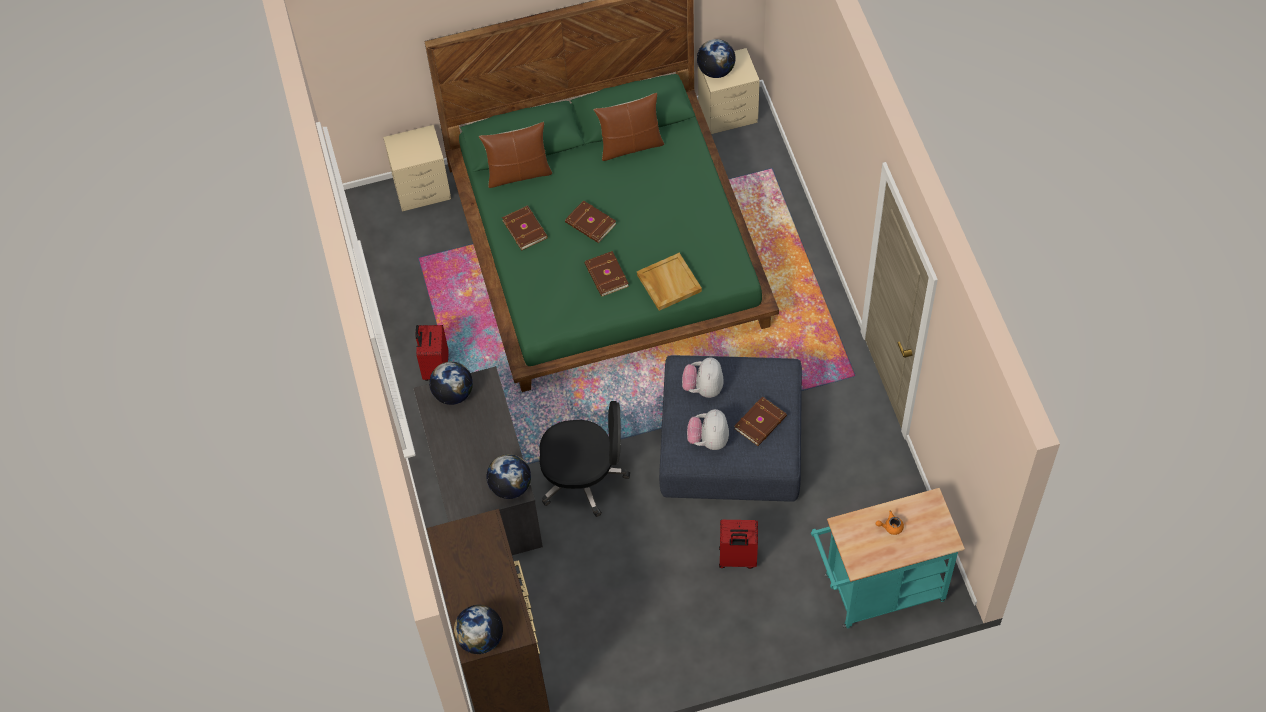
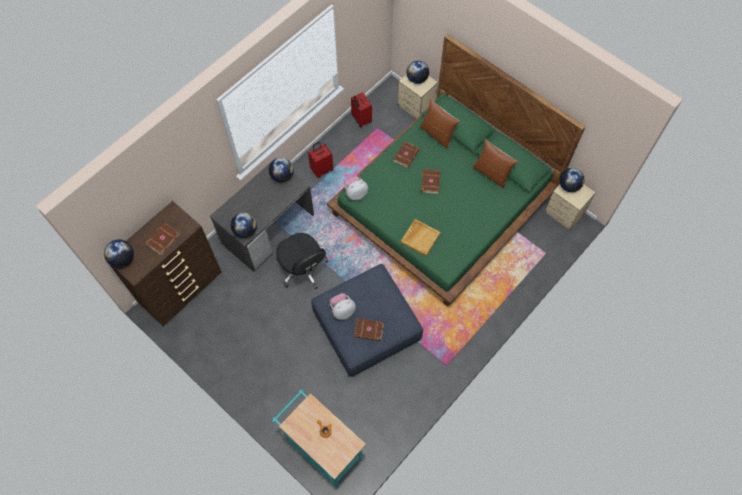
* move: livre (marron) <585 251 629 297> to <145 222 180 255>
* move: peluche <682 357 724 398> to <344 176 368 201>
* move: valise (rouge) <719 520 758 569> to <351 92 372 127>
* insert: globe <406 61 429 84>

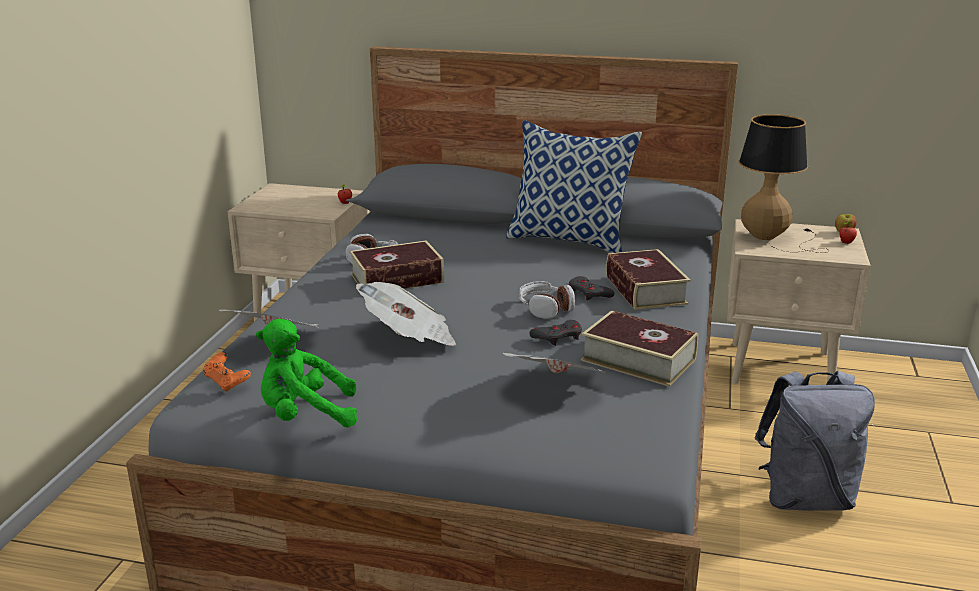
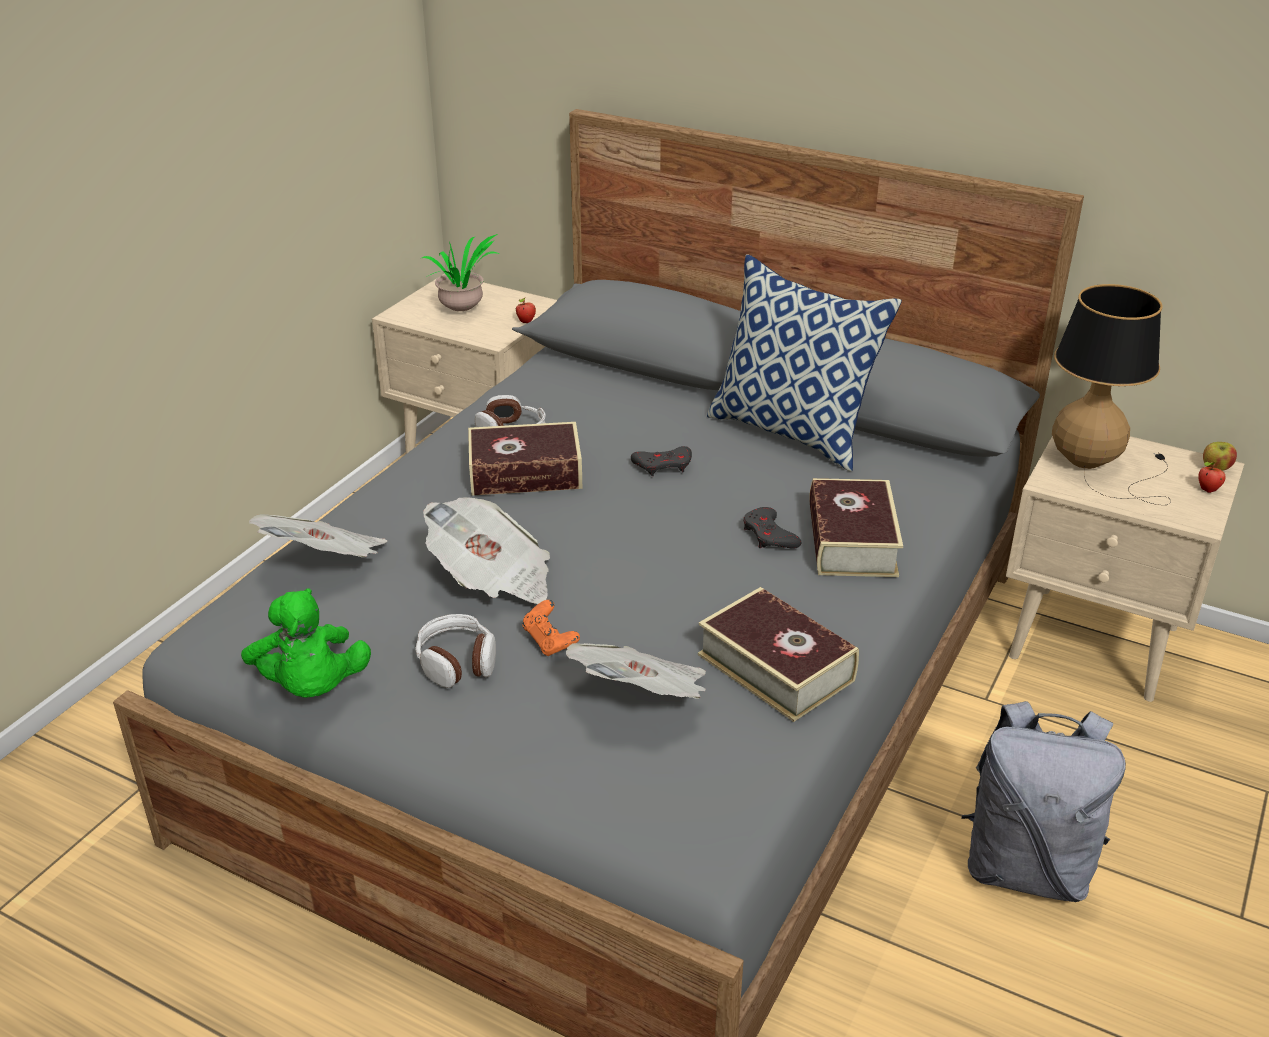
* rotate: peluche (vert) <256 319 357 427> = <241 588 371 698> 120 degrees counterclockwise
* move: casque audio <519 281 575 319> to <415 614 496 688>
* insert: plante en pot <422 234 500 311>
* move: manette (orange) <203 352 251 392> to <522 600 580 656>
* move: manette (gris) <530 320 582 346> to <631 446 692 476>

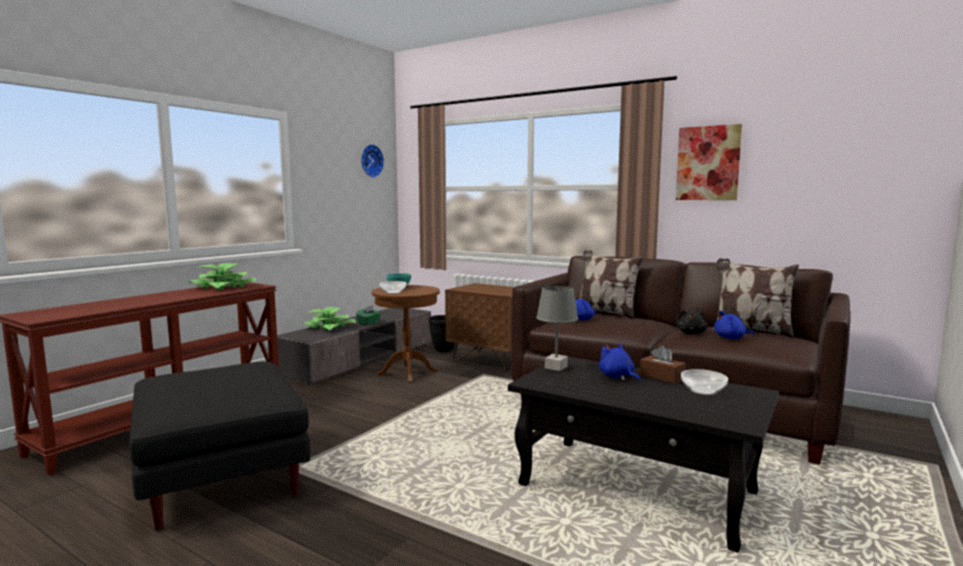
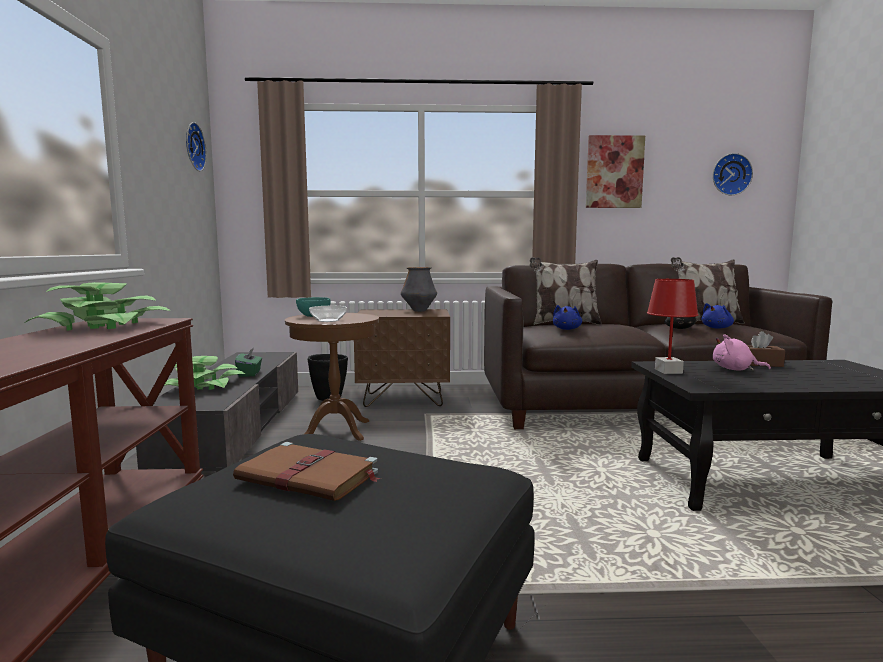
* insert: livre (marron) <233 442 381 501>
* insert: vase <401 267 437 312>
* recolor: lampe de table (gris) <536 286 578 371> to lampe de table (rouge) <647 279 699 374>
* insert: horloge murale <713 153 753 195>
* recolor: peluche (bleu) <599 343 641 382> to peluche (rose) <713 335 771 371>
* delete: bol <681 369 728 395>

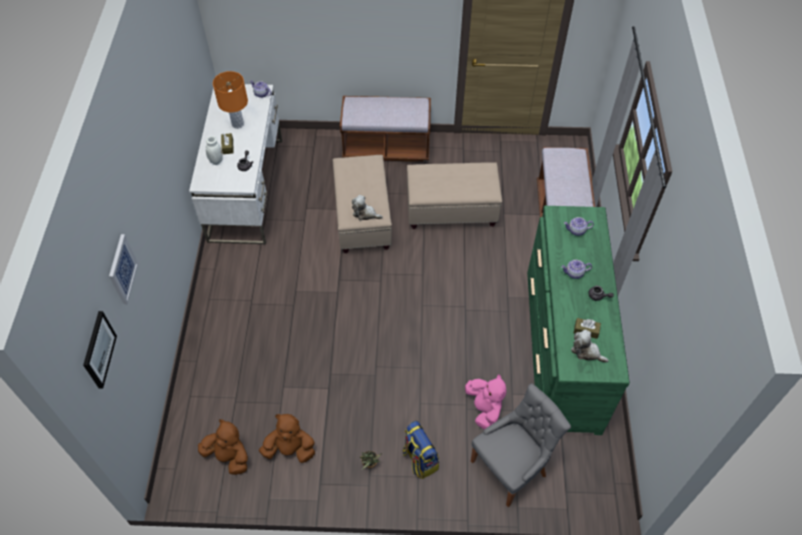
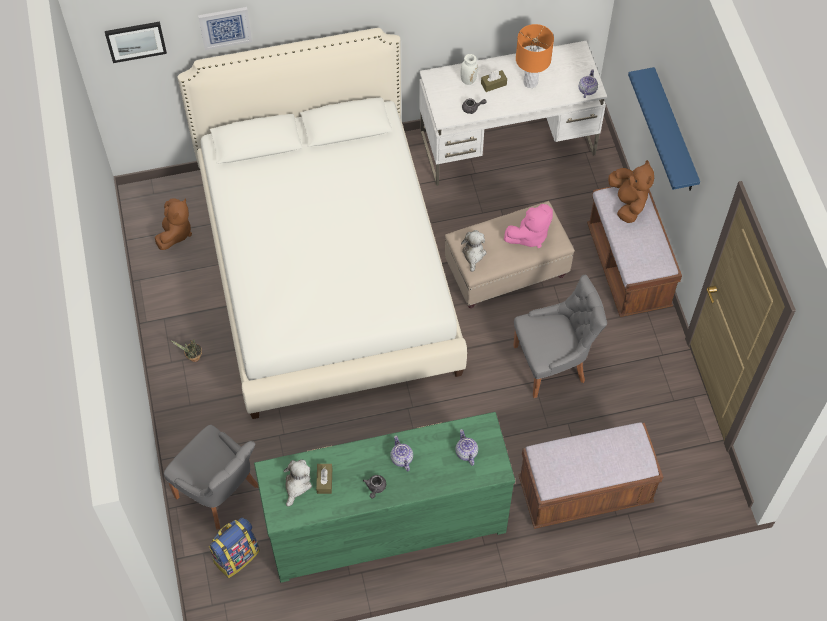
* insert: lit (blanc) <178 28 467 419>
* move: sac à dos <403 421 439 479> to <209 518 260 578>
* move: peluche (rose) <465 374 507 430> to <504 204 553 248>
* replace: pouf (beige) <407 162 502 229> to chaise (gris) <513 274 607 398>
* move: peluche (marron) <259 414 315 463> to <608 160 654 223>
* insert: étagère (bleu) <628 67 700 191>

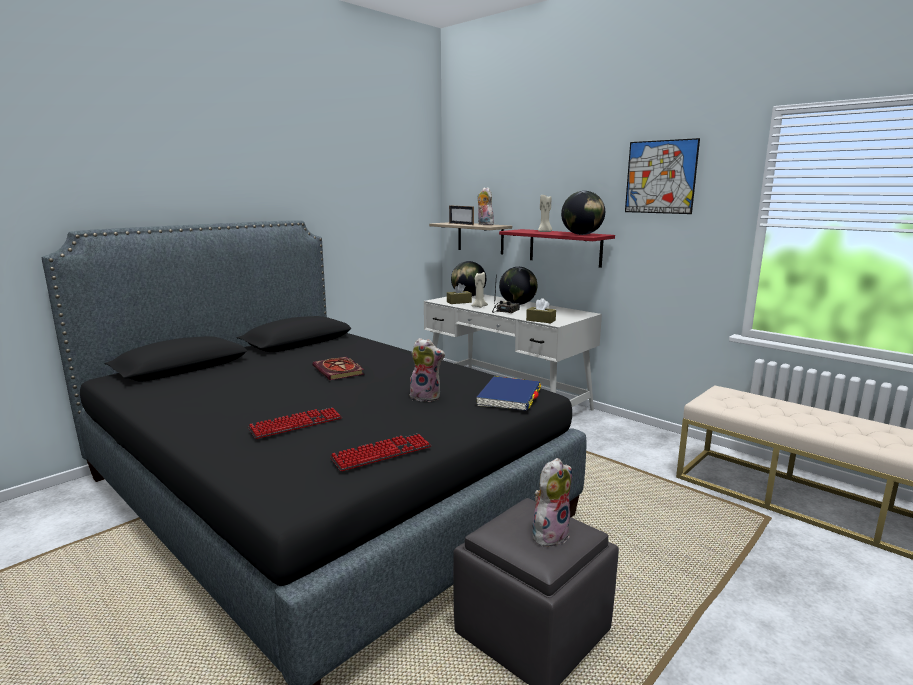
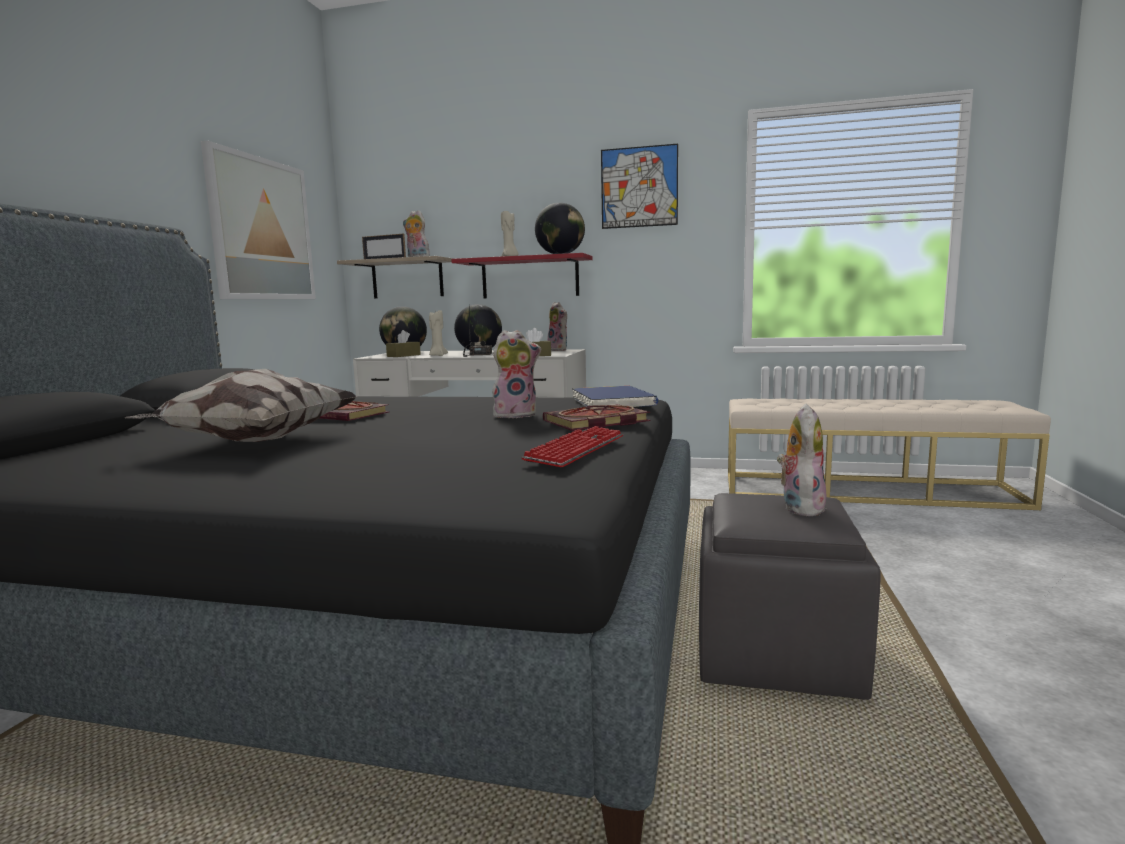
* insert: coussin <125 369 358 442>
* insert: tableau <201 140 316 299>
* insert: livre <543 404 650 431>
* insert: peluche <547 302 567 351>
* delete: clavier <248 408 342 439>

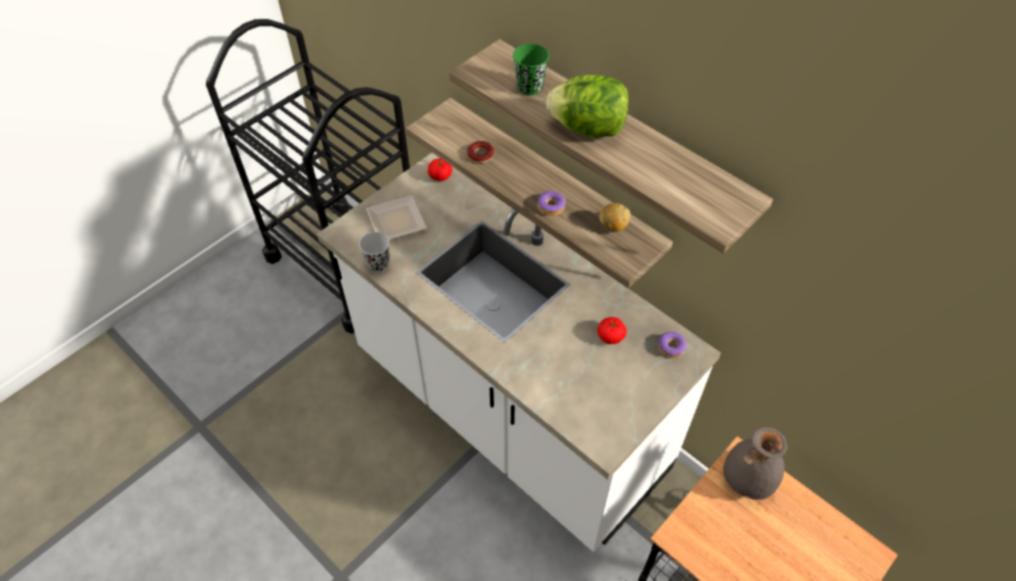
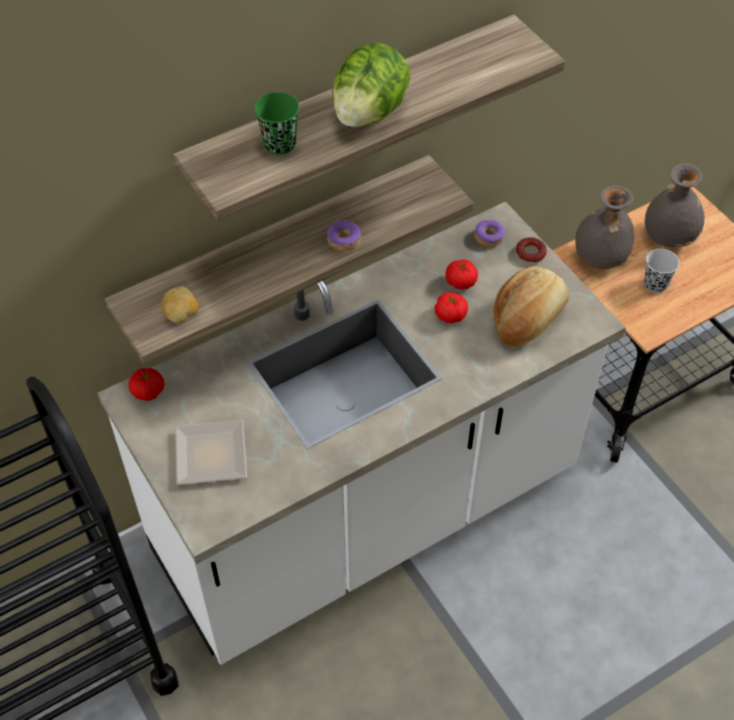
* move: pomme de terre <599 203 631 231> to <162 287 199 323>
* insert: tomate <434 293 468 323>
* insert: pain <493 266 569 347>
* move: beignet <467 141 494 163> to <516 237 547 263>
* move: tasse (noir) <359 232 389 272> to <644 249 679 293>
* insert: vase (gris) <645 163 704 247>

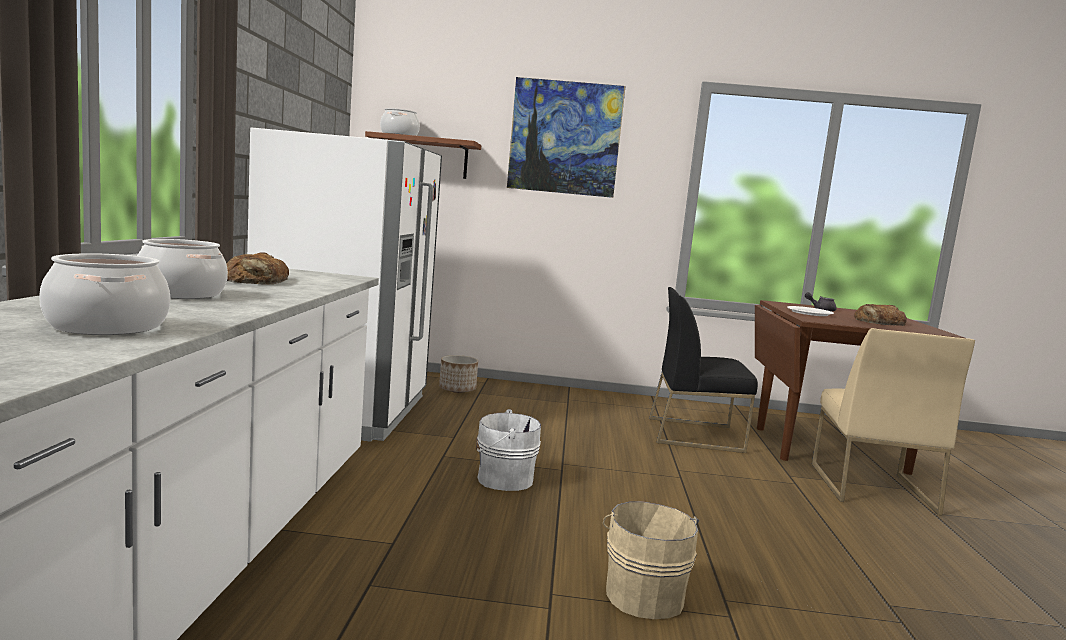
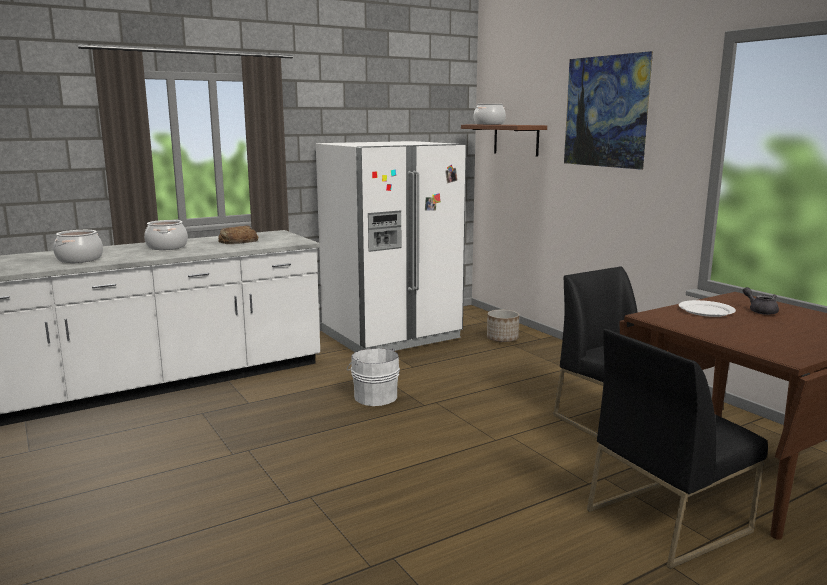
* recolor: chaise (beige) <812 328 975 516> to chaise (noir) <587 329 768 569>
* delete: seau (beige) <603 502 699 619>
* delete: pain <854 304 907 326>

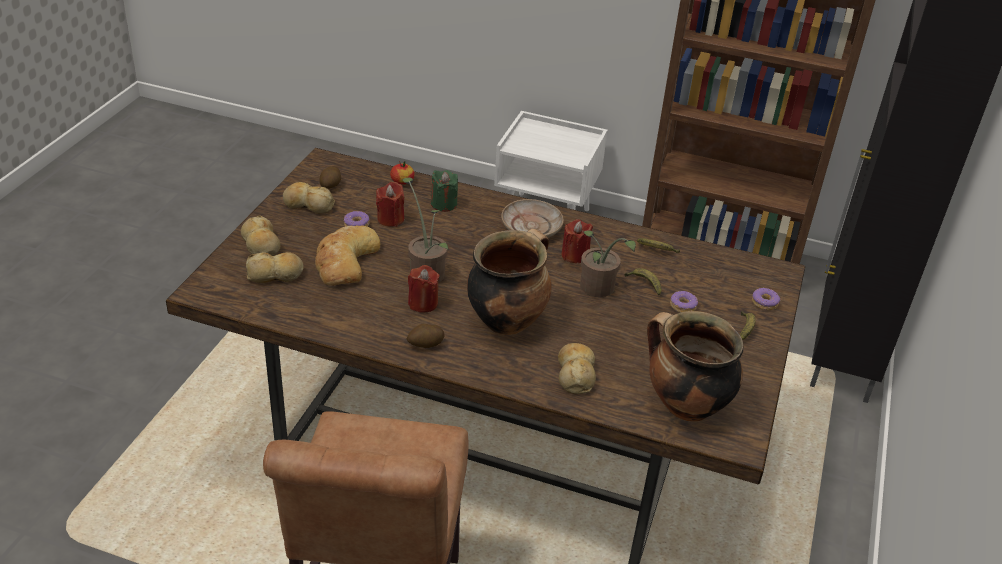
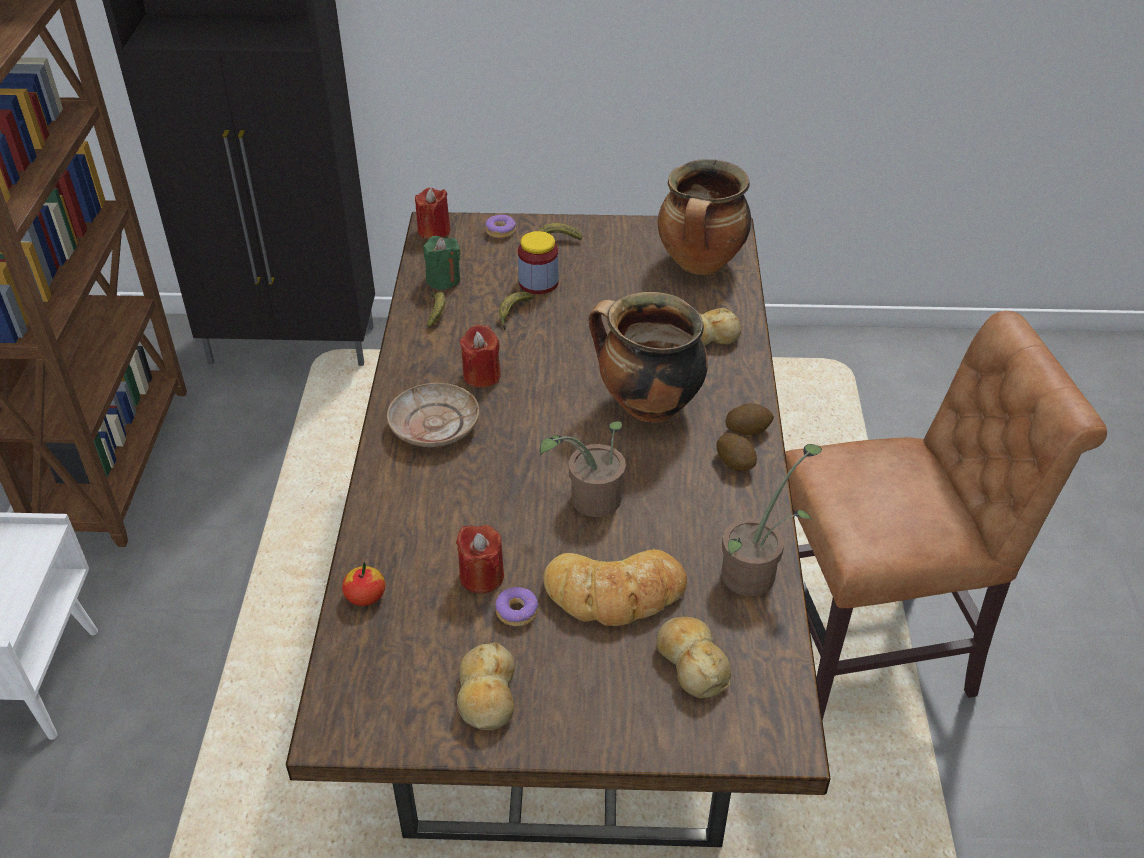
* move: bougie (rouge) <408 265 439 313> to <415 188 451 239>
* move: bougie (vert) <431 170 458 212> to <423 236 461 290>
* replace: beignet <670 291 698 313> to bocal <518 231 559 294>
* move: plante en pot <580 230 636 297> to <722 444 822 596>
* move: pomme de terre <320 166 341 189> to <725 403 774 435>
* delete: pain <241 215 280 256>

